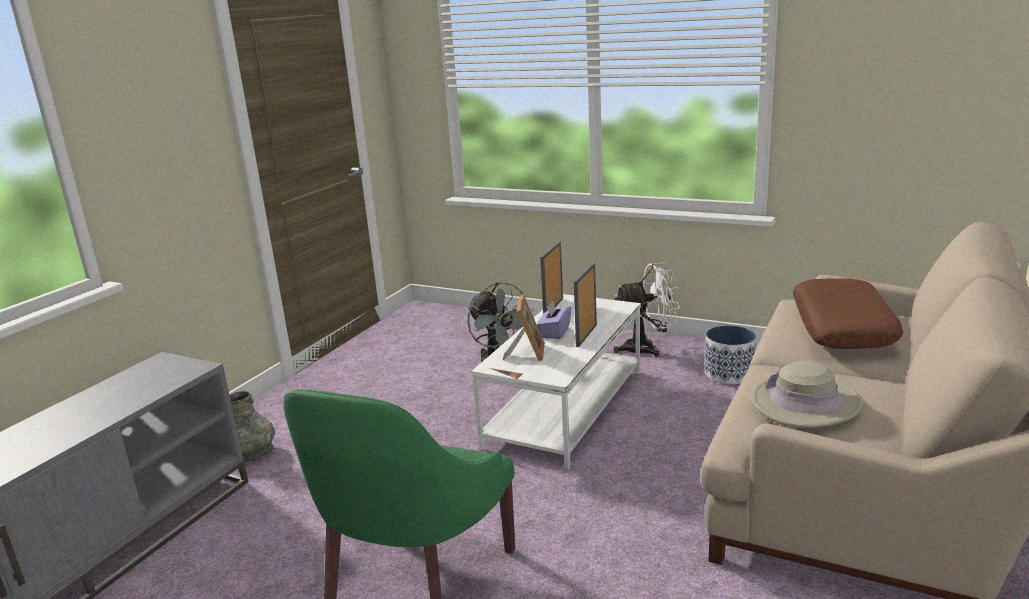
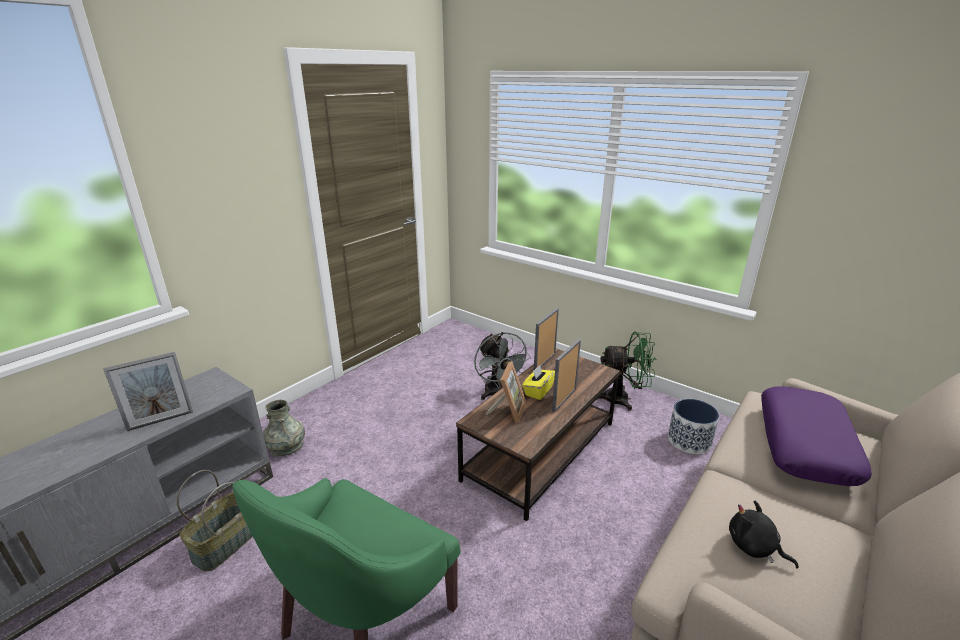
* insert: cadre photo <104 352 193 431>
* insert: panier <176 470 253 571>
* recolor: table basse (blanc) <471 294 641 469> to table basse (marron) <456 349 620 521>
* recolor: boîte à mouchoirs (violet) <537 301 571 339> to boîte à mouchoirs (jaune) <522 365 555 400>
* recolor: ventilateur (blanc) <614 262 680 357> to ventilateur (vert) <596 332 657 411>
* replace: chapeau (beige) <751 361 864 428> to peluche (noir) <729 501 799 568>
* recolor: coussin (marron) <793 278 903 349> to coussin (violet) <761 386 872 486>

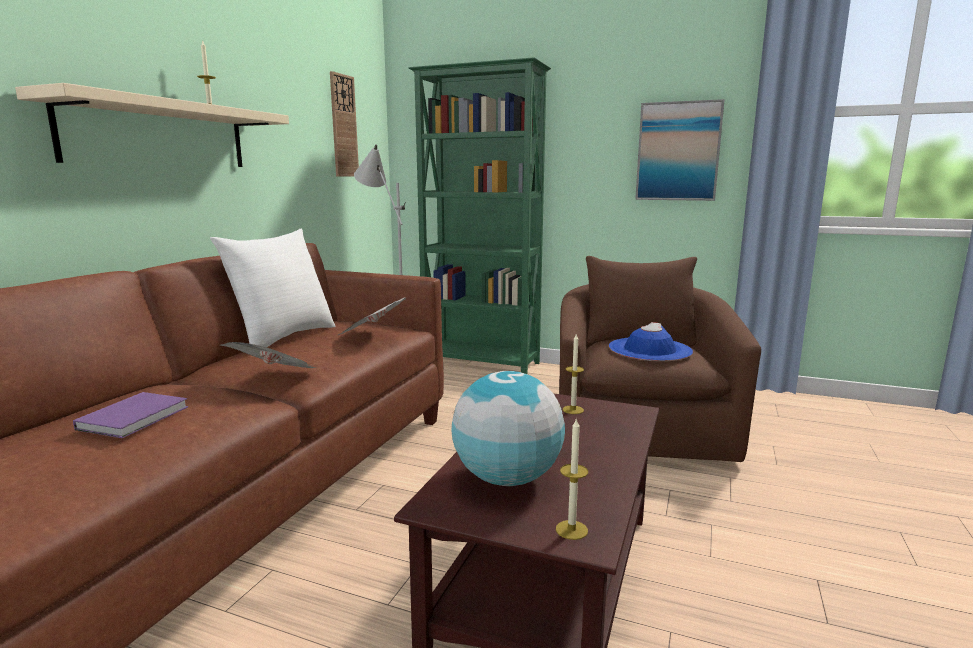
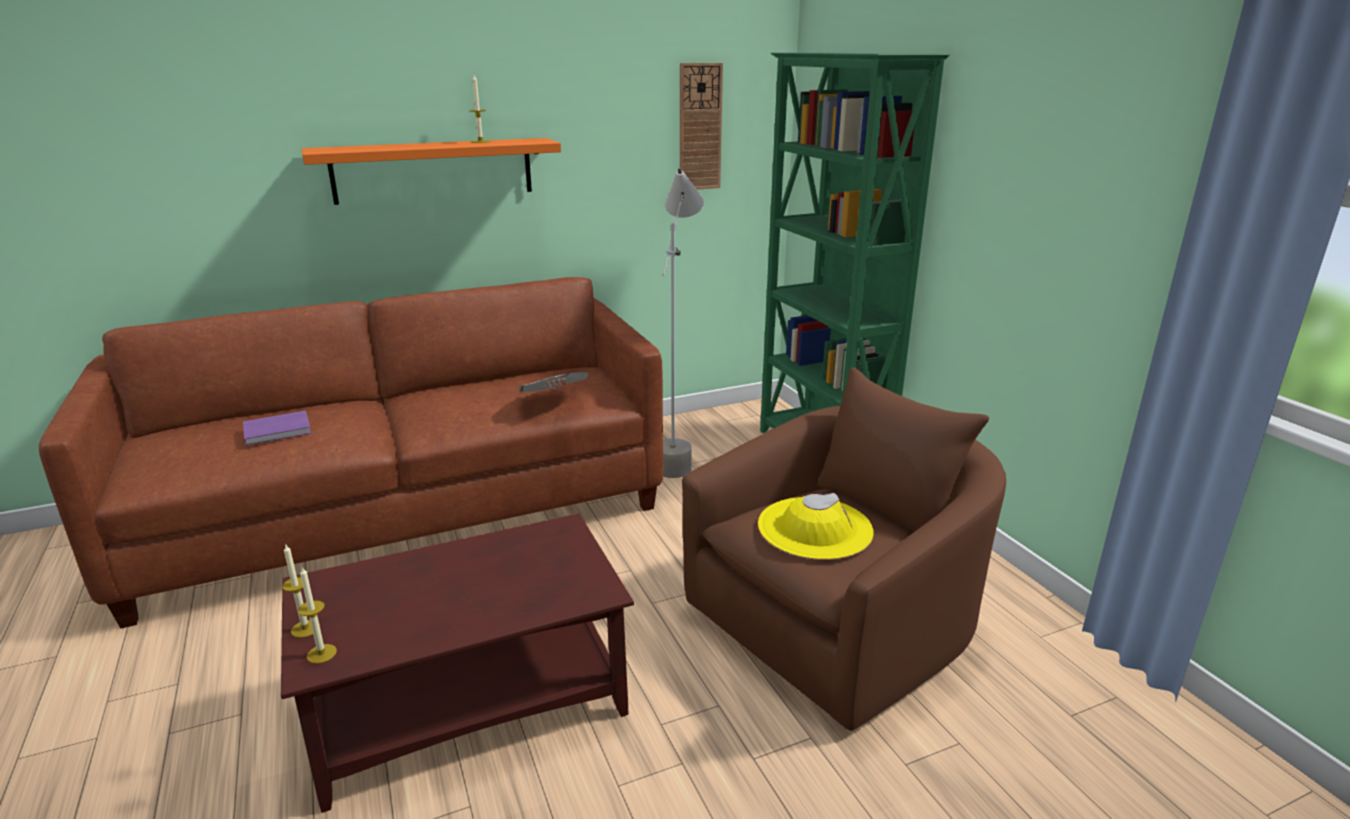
* move: bougie <563 334 584 414> to <282 545 320 638>
* recolor: étagère (beige) <15 83 289 167> to étagère (orange) <302 138 561 205>
* recolor: chapeau (bleu) <609 322 693 361> to chapeau (jaune) <758 493 874 560>
* delete: coussin (blanc) <210 229 336 347>
* delete: journal <220 342 317 368>
* delete: globe <451 371 565 486>
* delete: tableau <635 99 725 201>

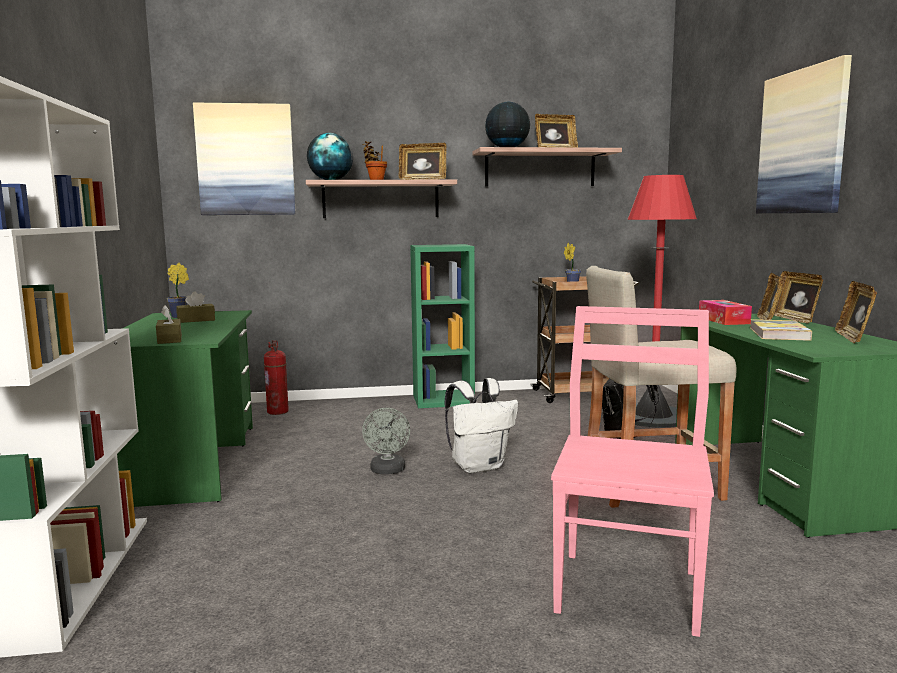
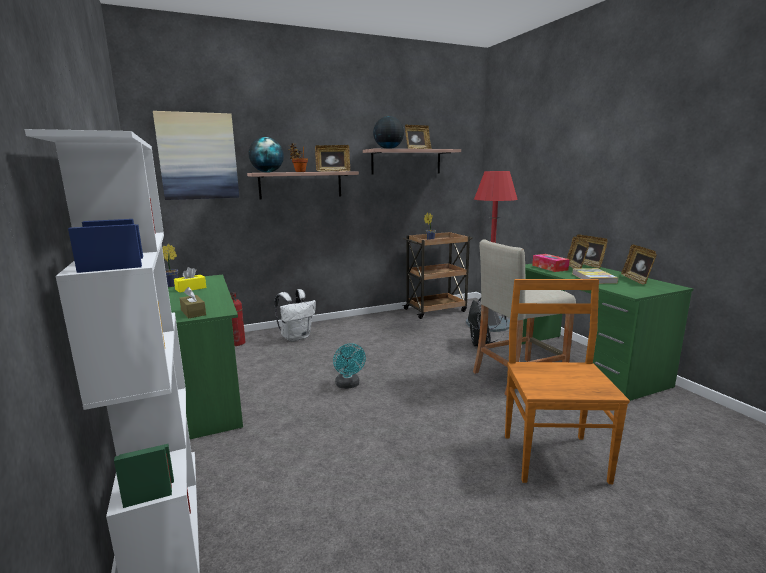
* recolor: boîte à mouchoirs (marron) <177 291 215 323> to boîte à mouchoirs (jaune) <174 267 206 293>
* move: sac à dos (blanc) <445 378 518 473> to <275 289 316 342>
* recolor: ventilateur (gris) <362 408 410 474> to ventilateur (turquoise) <333 343 366 389>
* recolor: chaise (rose) <551 306 714 637> to chaise (marron) <505 279 630 484>
* delete: bibliothèque (vert) <410 244 475 408>
* delete: tableau <756 55 852 213>

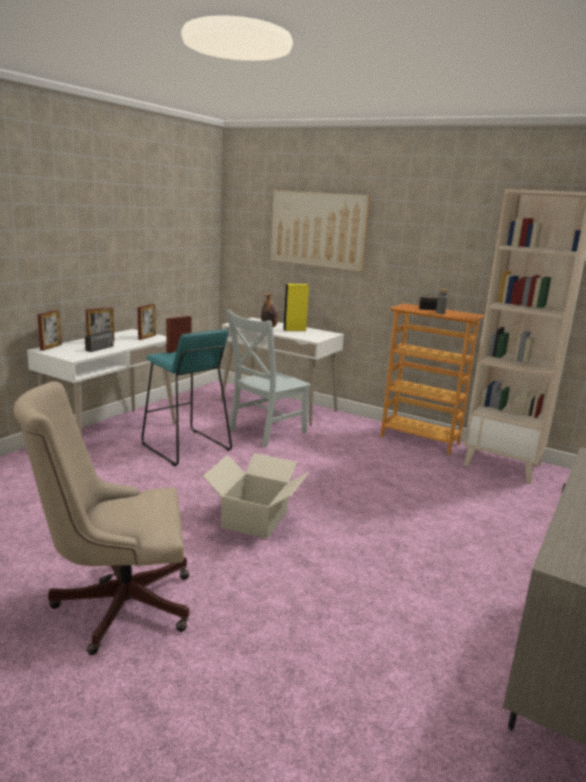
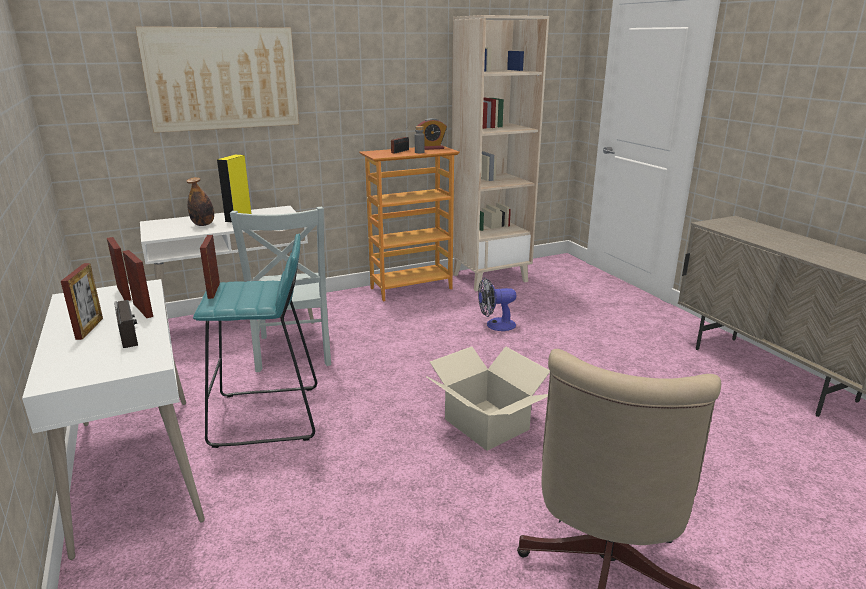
* move: cadre photo <37 310 62 351> to <122 250 153 318>
* insert: réveil <418 118 447 150>
* insert: ventilateur <478 278 516 331>

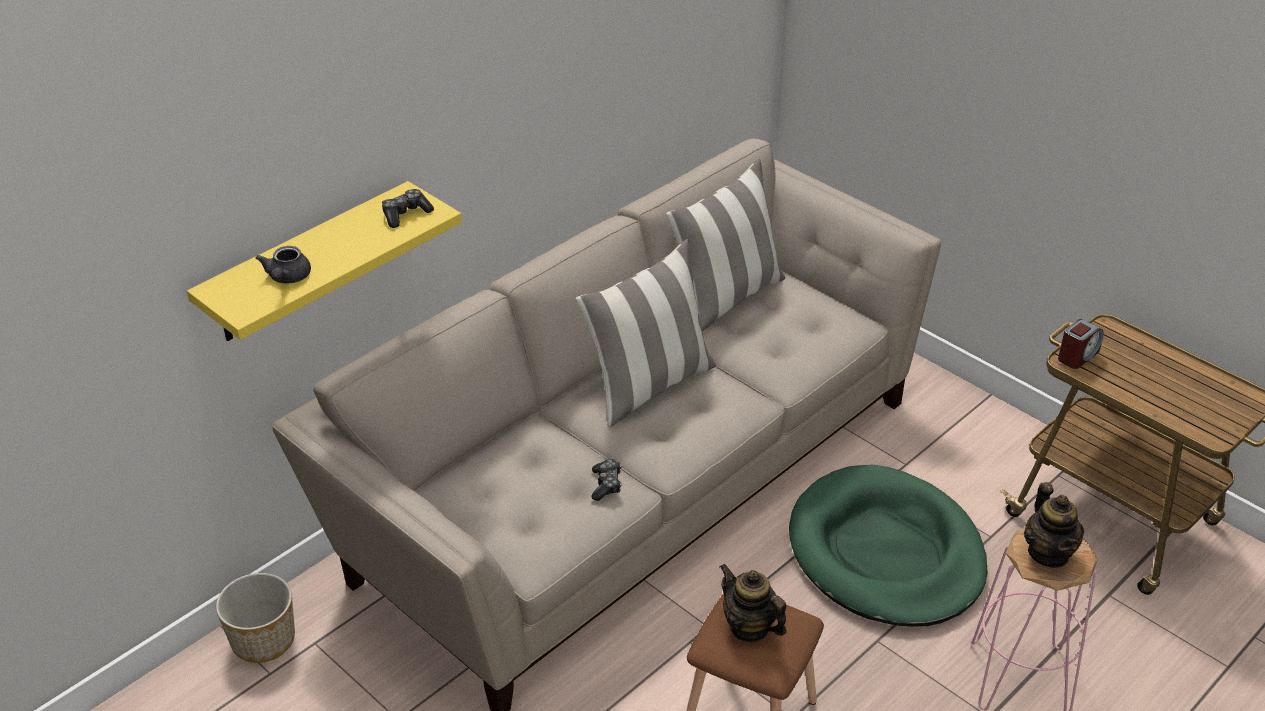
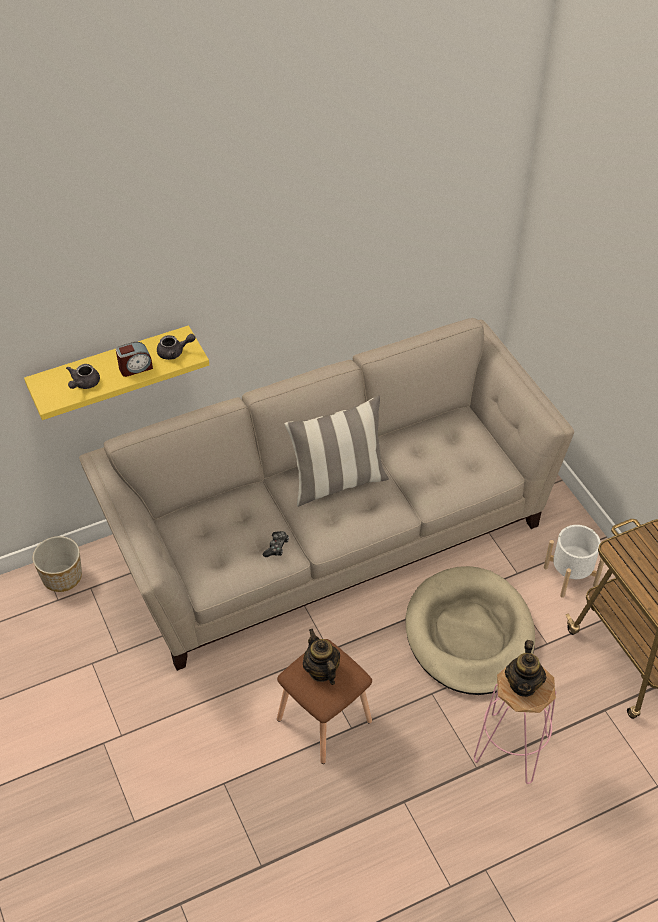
* move: réveil <1058 319 1104 369> to <116 342 153 377>
* replace: manette <382 189 434 228> to théière (gris) <157 334 195 360>
* recolor: panier pour chien (vert) <789 465 988 627> to panier pour chien (beige) <406 566 535 695>
* insert: cache-pot (blanc) <544 525 604 598>
* delete: coussin <666 159 785 332>

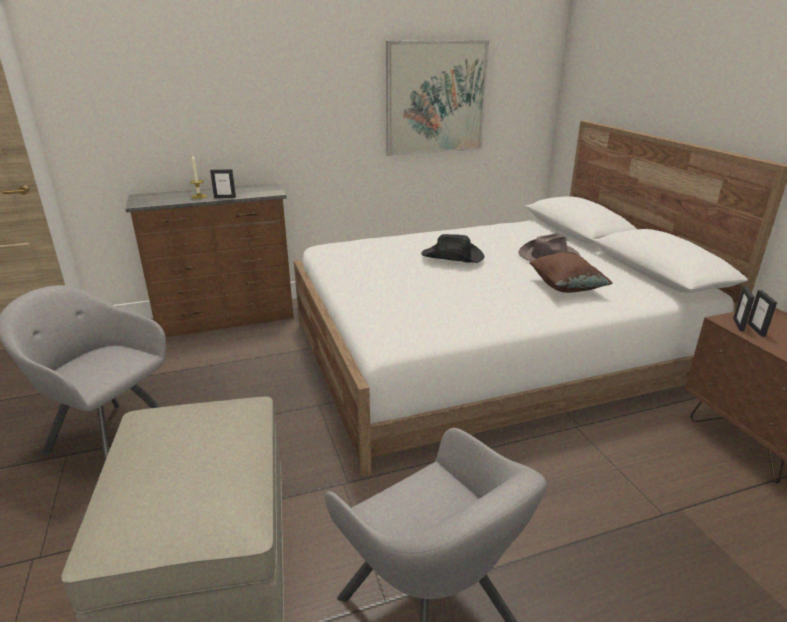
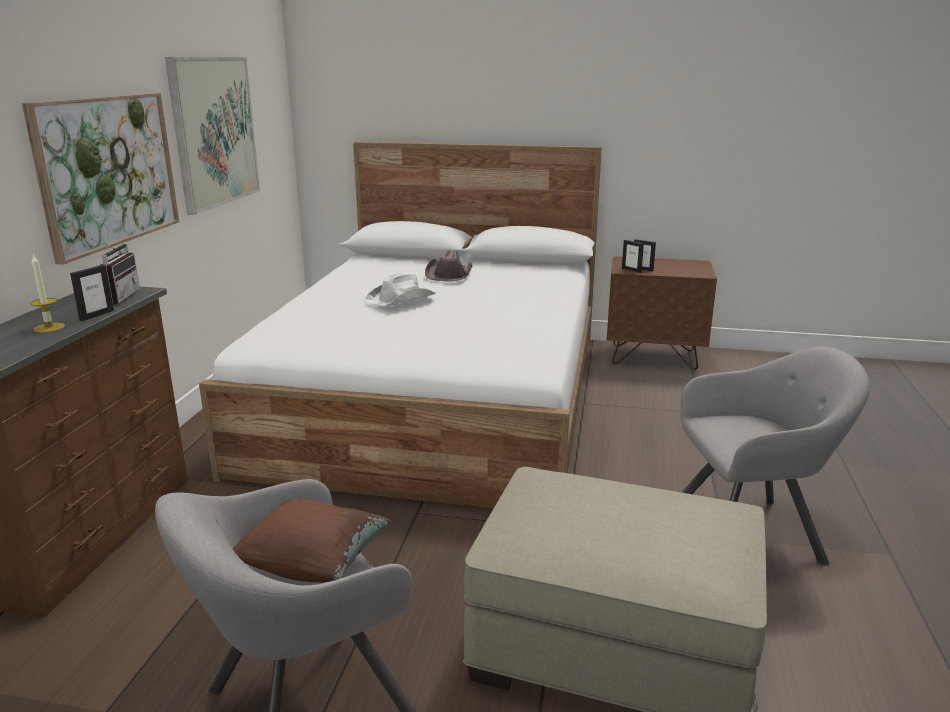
* insert: tableau <22 93 179 265>
* insert: radio <88 237 140 305>
* move: coussin (marron) <529 253 613 293> to <233 499 391 582>
* recolor: chapeau (noir) <421 234 484 263> to chapeau (blanc) <364 272 436 306>

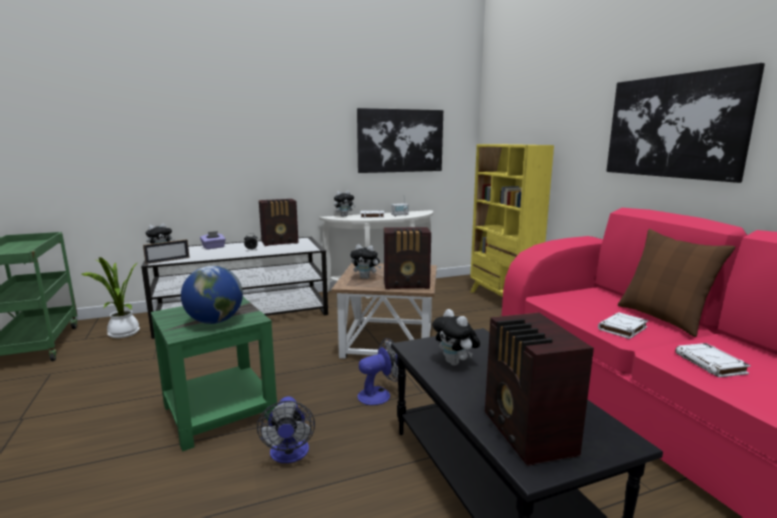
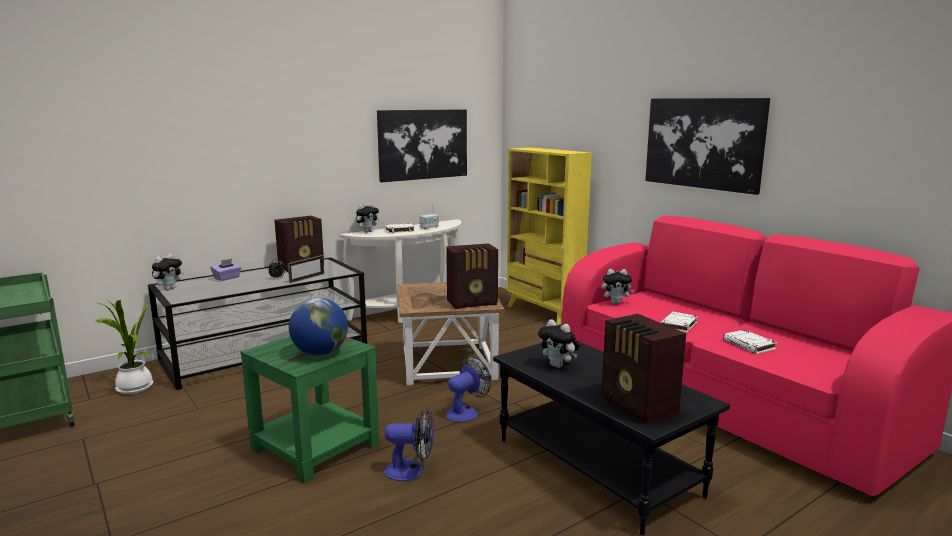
* move: cadre photo <143 239 190 264> to <288 255 324 283>
* rotate: ventilateur <257 397 315 463> = <385 408 434 481> 60 degrees counterclockwise
* move: peluche <350 244 381 279> to <602 269 635 304>
* delete: coussin (marron) <618 229 735 337>

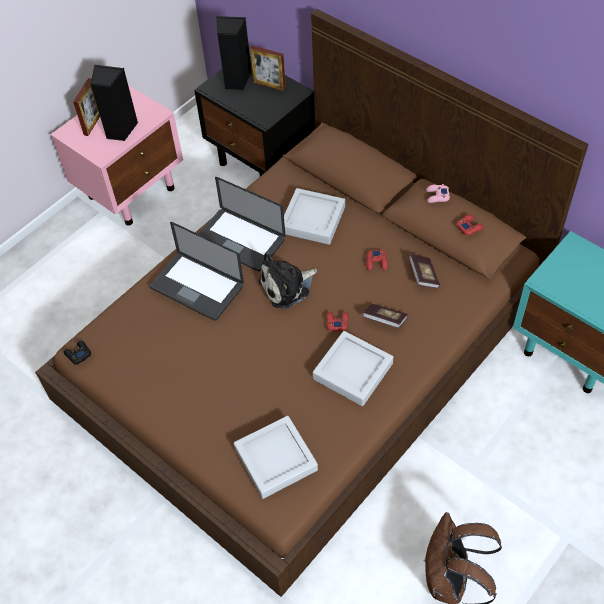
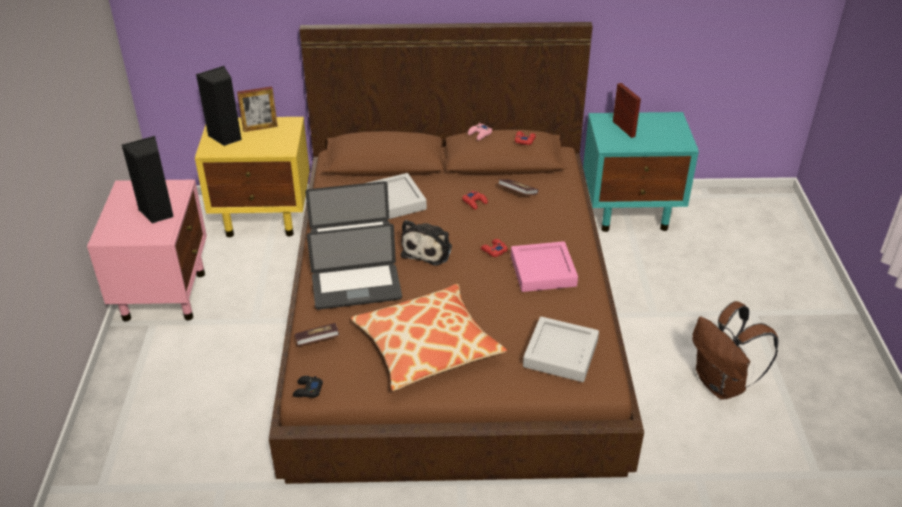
* recolor: table de chevet (noir) <194 56 315 176> to table de chevet (jaune) <195 117 310 237>
* move: livre <363 304 408 328> to <295 323 339 346>
* insert: coussin <351 284 507 391>
* recolor: plateau (gris) <313 331 393 406> to plateau (rose) <511 241 578 292>
* move: cadre photo <73 78 100 136> to <613 83 641 138>

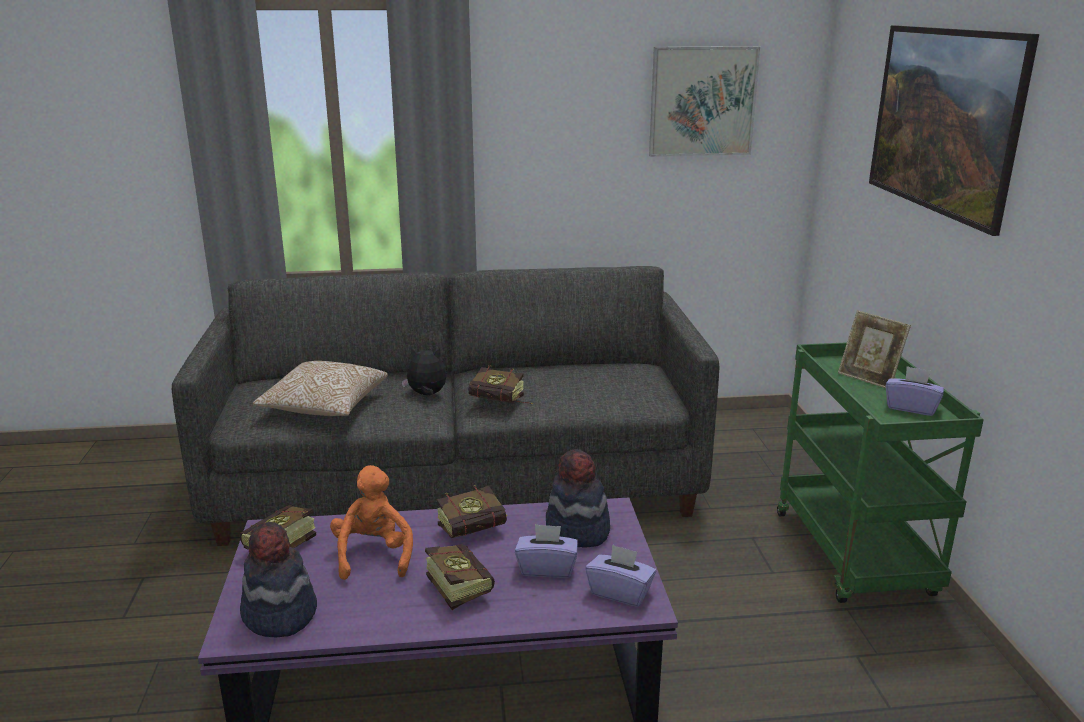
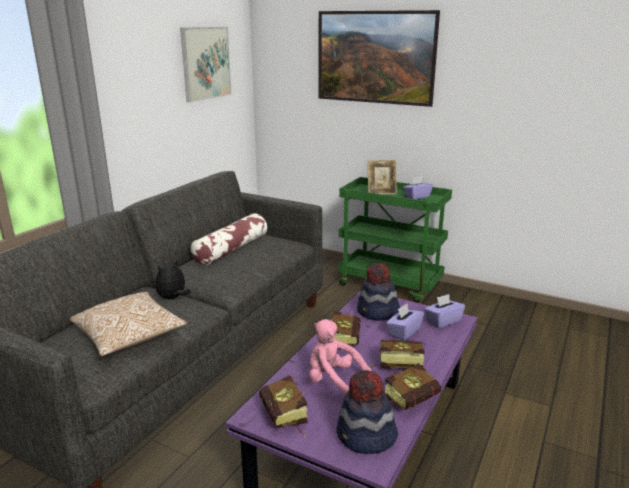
* insert: coussin <191 213 267 266>
* recolor: peluche (orange) <330 465 413 580> to peluche (rose) <309 319 372 395>
* move: livre <468 365 532 404> to <385 363 441 410>

